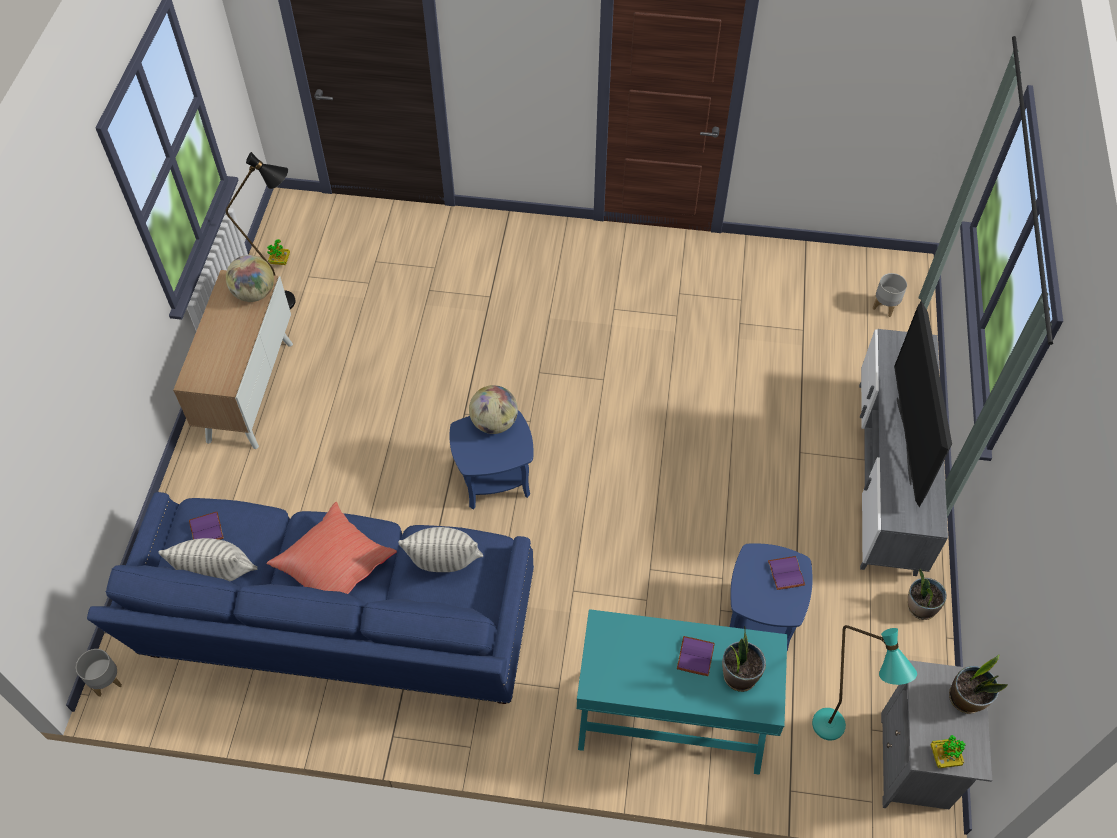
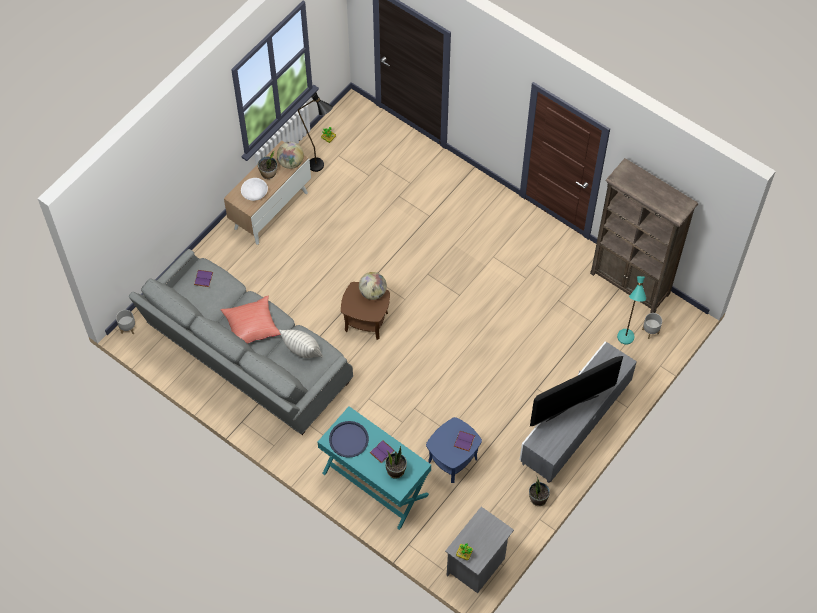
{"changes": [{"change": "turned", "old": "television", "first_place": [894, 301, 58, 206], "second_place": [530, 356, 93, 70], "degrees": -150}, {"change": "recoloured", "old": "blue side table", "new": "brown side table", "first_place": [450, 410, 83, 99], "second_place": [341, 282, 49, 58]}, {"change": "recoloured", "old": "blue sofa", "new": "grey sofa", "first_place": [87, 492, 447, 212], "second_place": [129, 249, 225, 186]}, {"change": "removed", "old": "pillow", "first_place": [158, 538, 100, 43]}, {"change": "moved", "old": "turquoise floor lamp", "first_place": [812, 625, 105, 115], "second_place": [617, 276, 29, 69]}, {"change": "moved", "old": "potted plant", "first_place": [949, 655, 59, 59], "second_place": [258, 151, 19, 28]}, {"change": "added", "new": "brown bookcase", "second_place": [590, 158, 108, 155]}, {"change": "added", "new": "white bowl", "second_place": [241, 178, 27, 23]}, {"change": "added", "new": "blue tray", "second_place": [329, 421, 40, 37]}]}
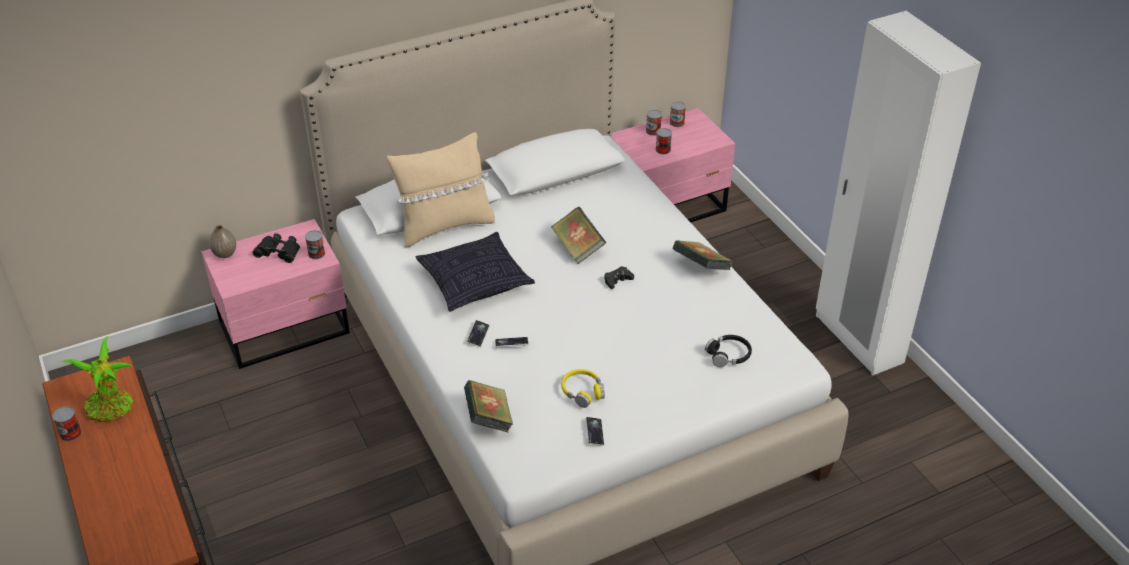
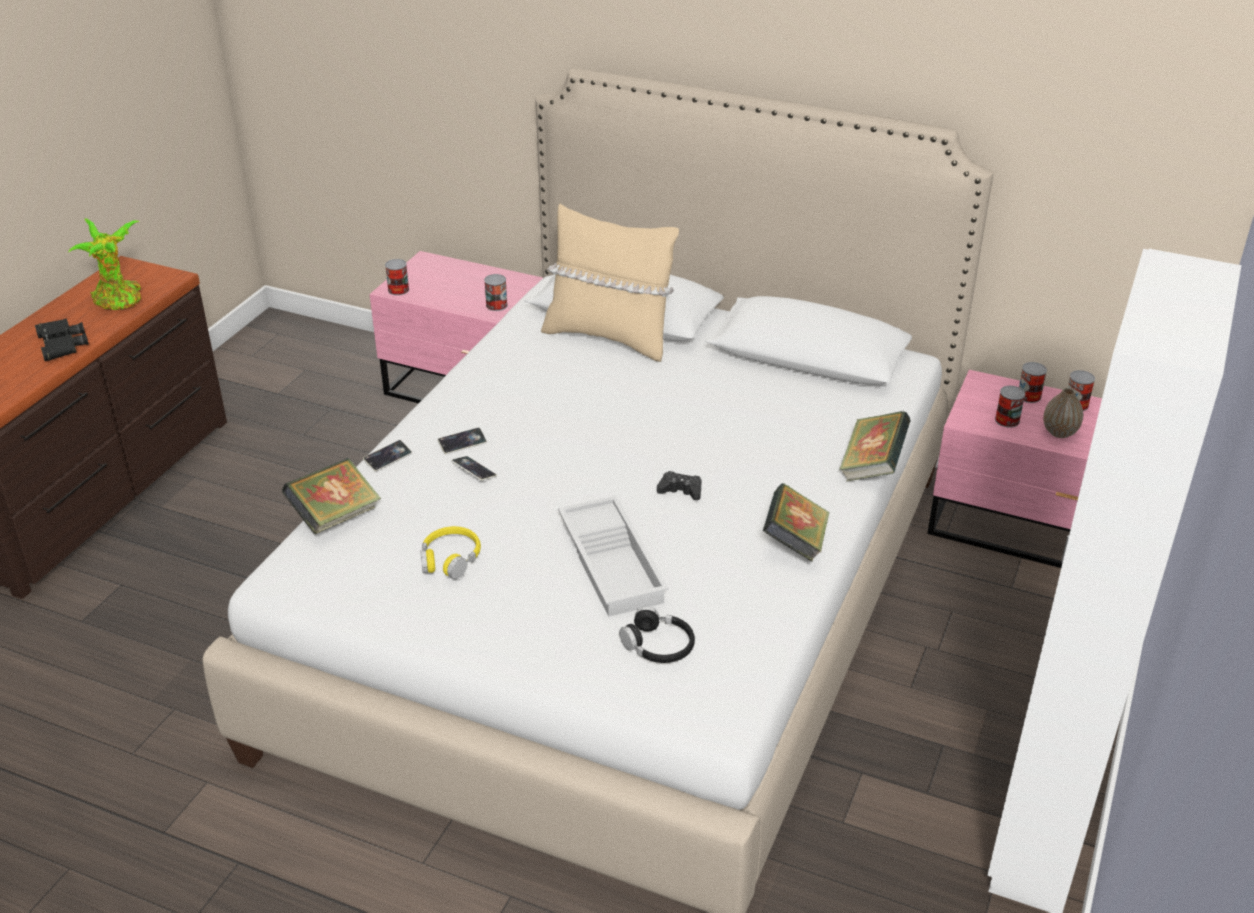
{"changes": [{"change": "moved", "old": "book", "first_place": [551, 207, 55, 57], "second_place": [839, 411, 72, 70]}, {"change": "moved", "old": "vase", "first_place": [209, 225, 27, 33], "second_place": [1043, 388, 40, 50]}, {"change": "removed", "old": "pillow", "first_place": [416, 232, 119, 80]}, {"change": "moved", "old": "black binoculars", "first_place": [252, 233, 48, 30], "second_place": [35, 319, 54, 42]}, {"change": "moved", "old": "can", "first_place": [52, 406, 30, 35], "second_place": [385, 259, 24, 36]}, {"change": "moved", "old": "phone", "first_place": [586, 417, 18, 29], "second_place": [363, 440, 49, 32]}, {"change": "added", "new": "white tray", "second_place": [558, 496, 111, 121]}]}
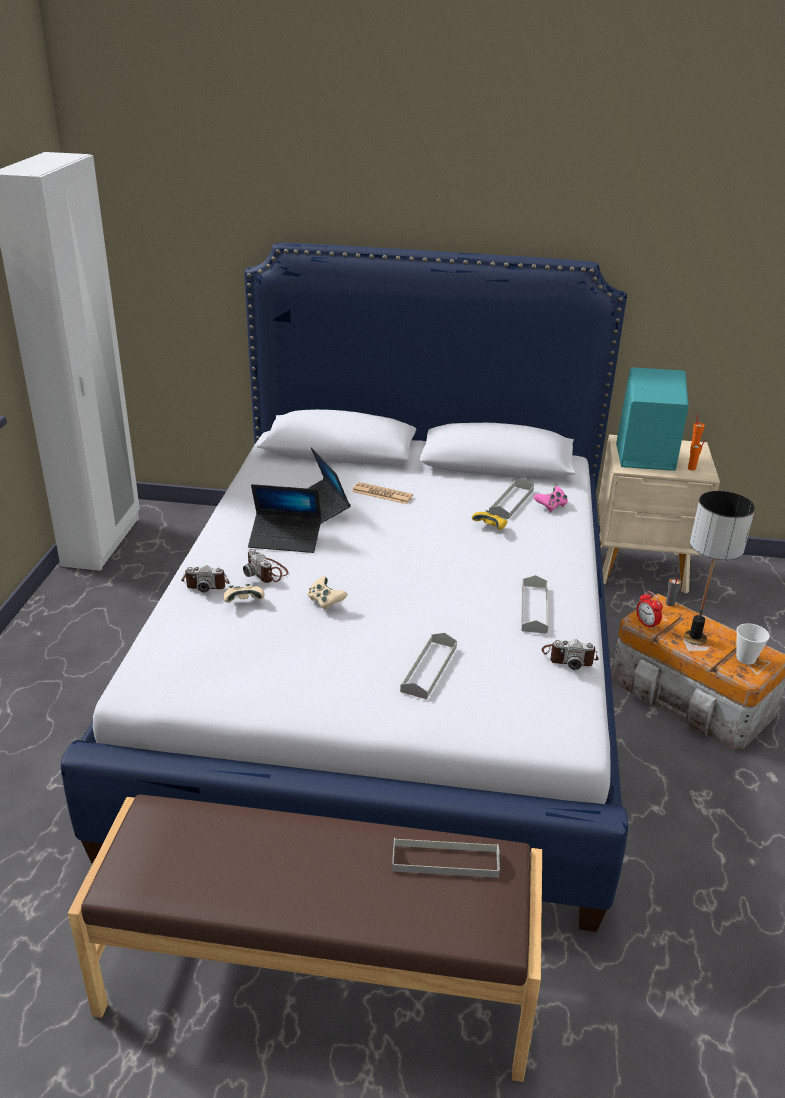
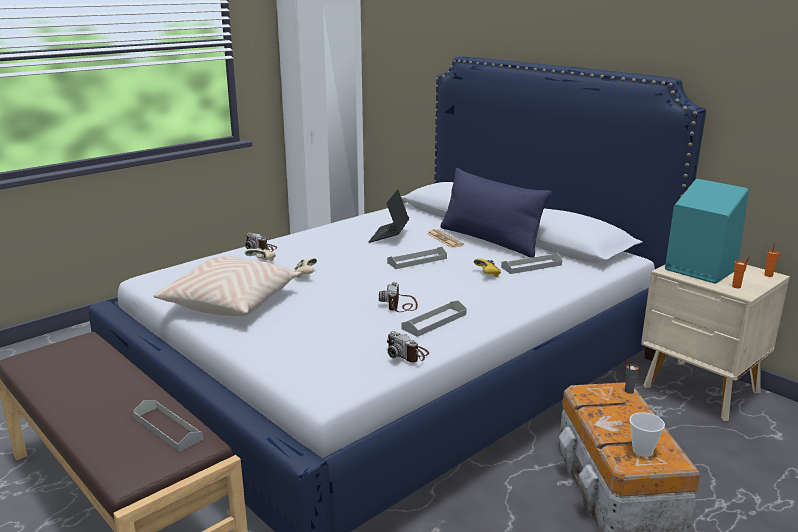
{"changes": [{"change": "removed", "old": "laptop", "first_place": [248, 484, 74, 69]}, {"change": "removed", "old": "pink game controller", "first_place": [534, 486, 34, 26]}, {"change": "removed", "old": "table lamp", "first_place": [684, 491, 71, 154]}, {"change": "moved", "old": "photo camera", "first_place": [243, 549, 46, 34], "second_place": [379, 282, 39, 30]}, {"change": "removed", "old": "alarm clock", "first_place": [637, 591, 26, 39]}, {"change": "moved", "old": "grey tray", "first_place": [400, 633, 57, 66], "second_place": [387, 247, 60, 22]}, {"change": "added", "new": "blue pillow", "second_place": [440, 168, 112, 90]}, {"change": "added", "new": "beige pillow", "second_place": [154, 256, 147, 60]}]}
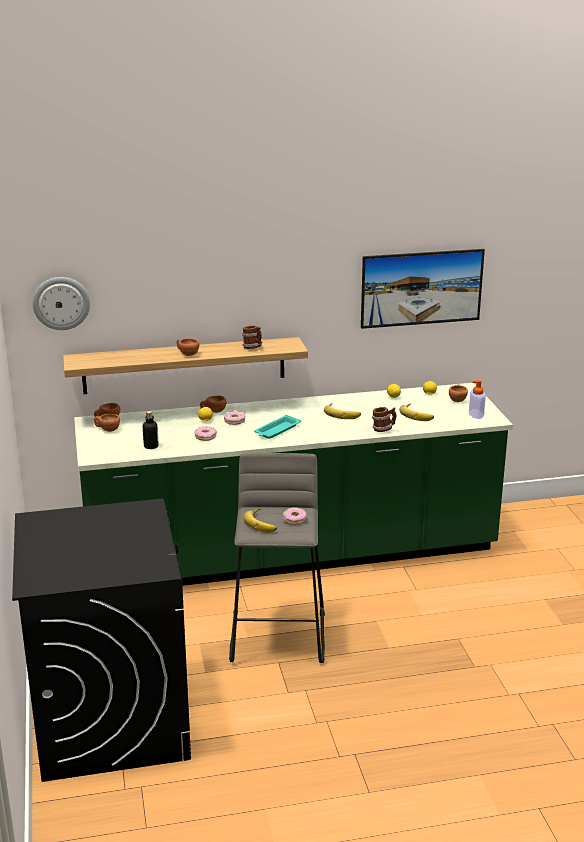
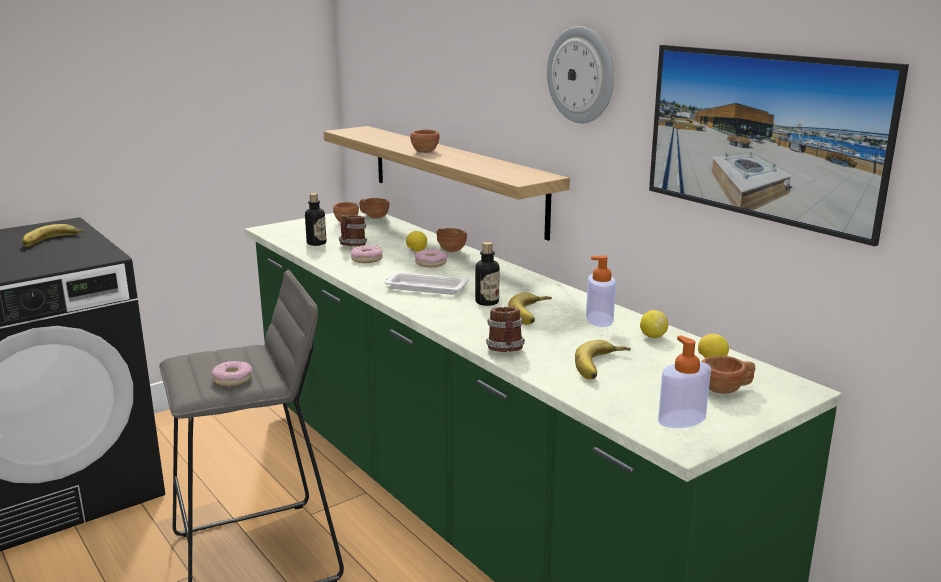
{"changes": [{"change": "moved", "old": "wall clock", "first_place": [32, 277, 58, 53], "second_place": [547, 26, 67, 97]}, {"change": "moved", "old": "mug", "first_place": [242, 325, 20, 24], "second_place": [339, 215, 28, 31]}, {"change": "recoloured", "old": "turquoise tray", "new": "white tray", "first_place": [254, 415, 47, 24], "second_place": [385, 272, 84, 23]}, {"change": "moved", "old": "banana", "first_place": [243, 508, 34, 25], "second_place": [22, 224, 63, 23]}, {"change": "added", "new": "bottle", "second_place": [475, 242, 25, 64]}, {"change": "added", "new": "soap dispenser", "second_place": [586, 255, 30, 72]}]}
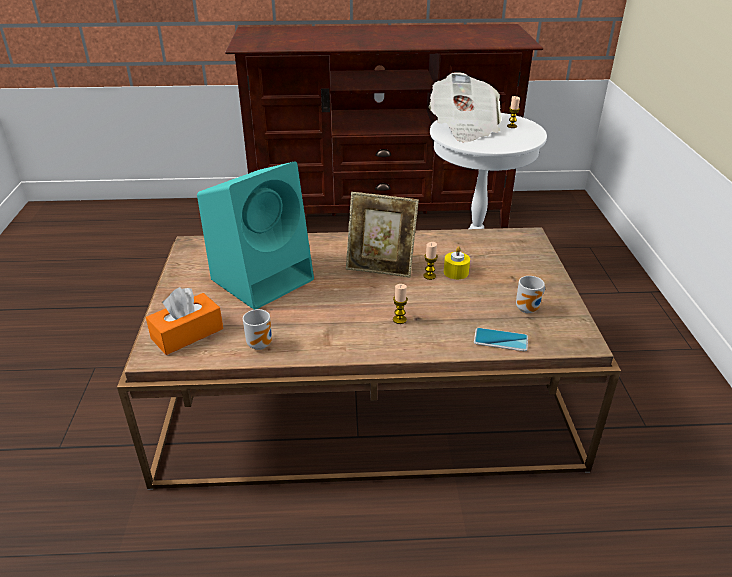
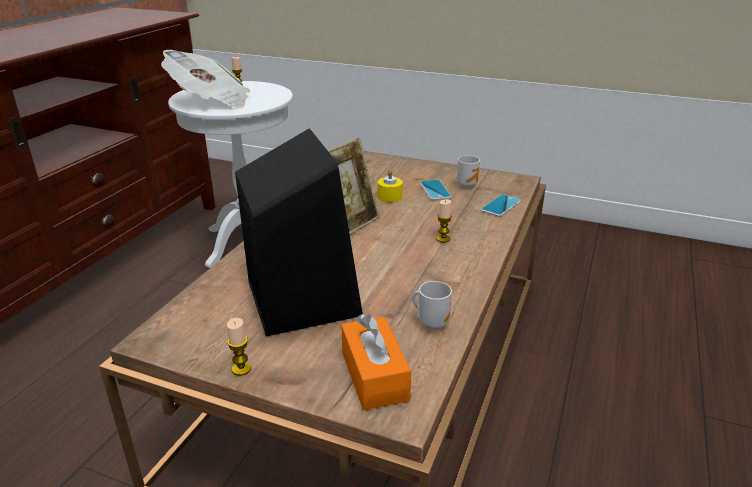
{"changes": [{"change": "recoloured", "old": "turquoise speaker", "new": "black speaker", "first_place": [197, 161, 117, 149], "second_place": [235, 128, 128, 208]}, {"change": "moved", "old": "candle", "first_place": [423, 242, 15, 38], "second_place": [227, 318, 24, 58]}, {"change": "added", "new": "phone", "second_place": [420, 180, 32, 20]}]}
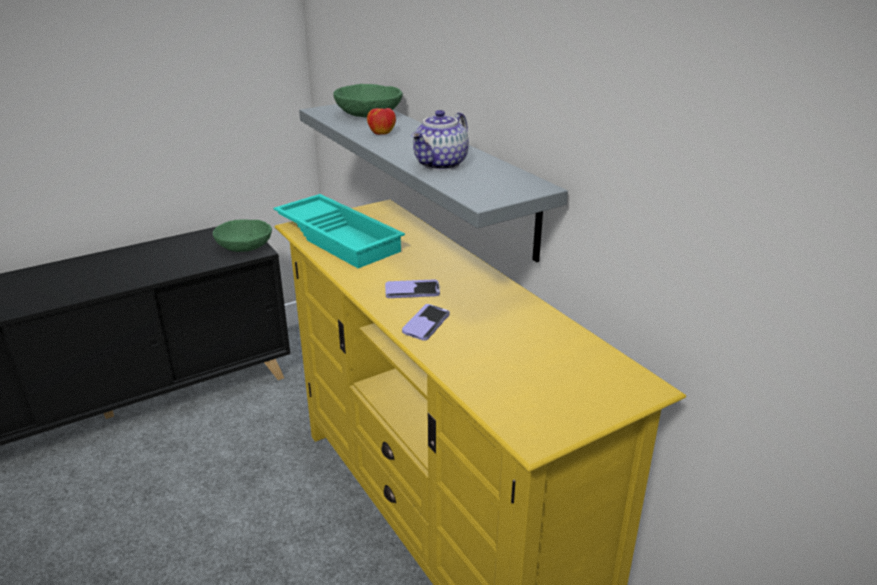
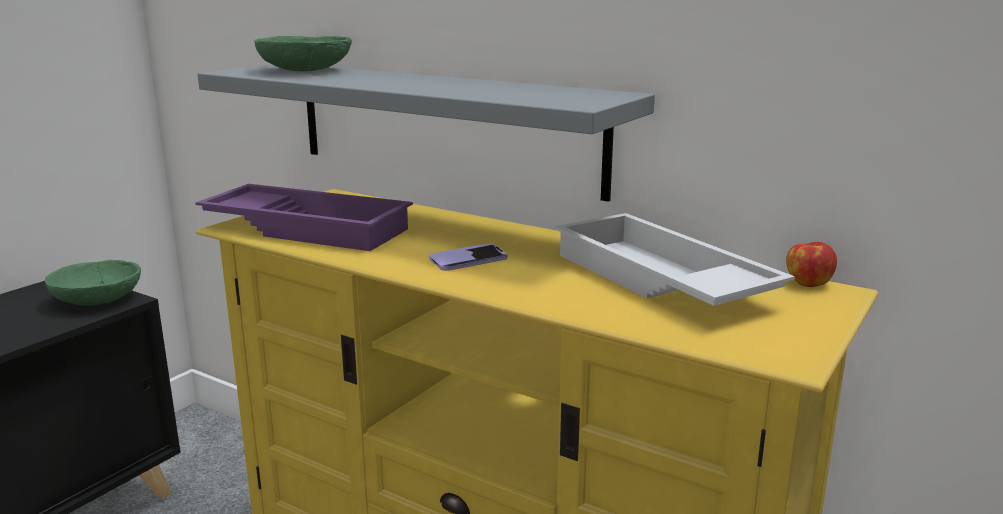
{"changes": [{"change": "moved", "old": "apple", "first_place": [367, 108, 29, 27], "second_place": [786, 242, 51, 45]}, {"change": "removed", "old": "teapot", "first_place": [411, 110, 58, 61]}, {"change": "recoloured", "old": "turquoise tray", "new": "purple tray", "first_place": [273, 194, 132, 74], "second_place": [195, 184, 218, 67]}, {"change": "removed", "old": "phone", "first_place": [402, 304, 48, 37]}, {"change": "added", "new": "white tray", "second_place": [554, 213, 241, 93]}]}
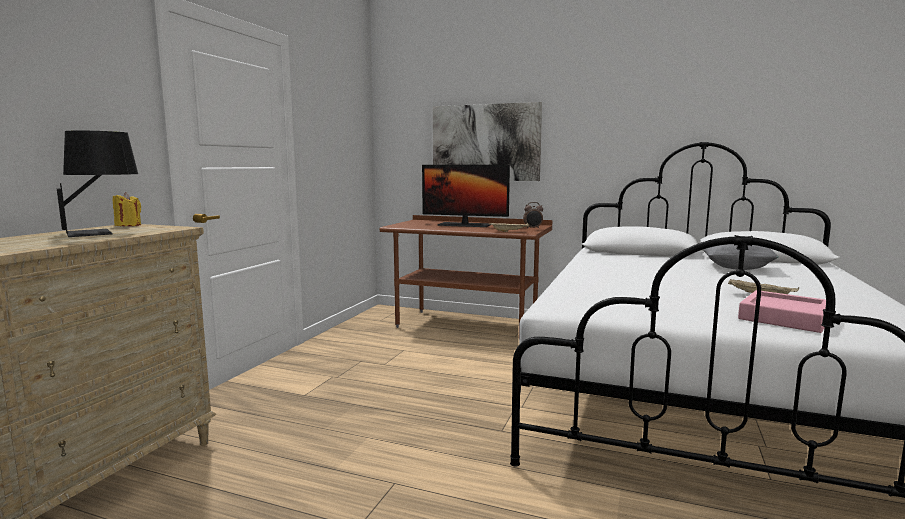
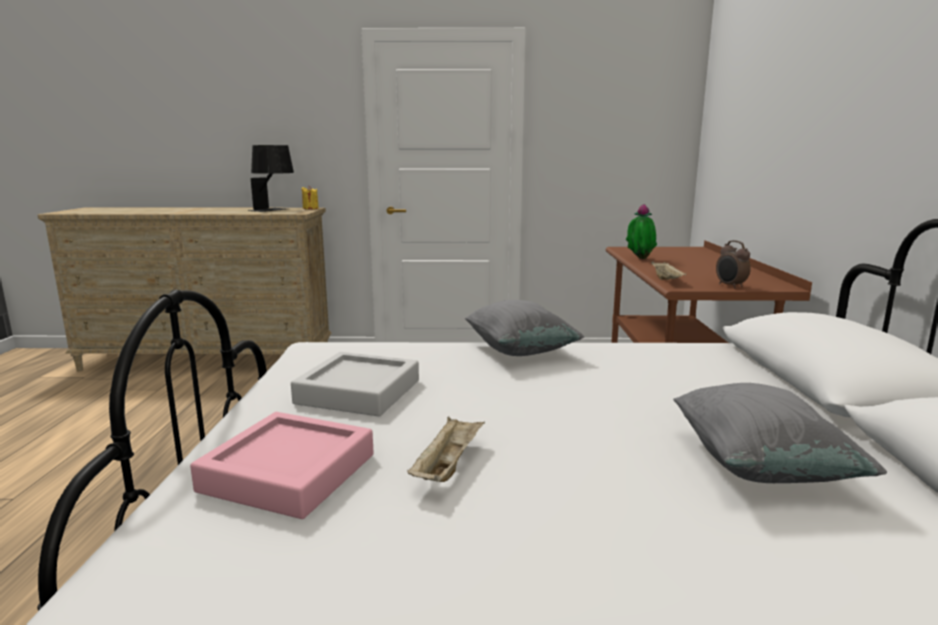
{"changes": [{"change": "removed", "old": "picture", "first_place": [433, 102, 109, 79]}, {"change": "removed", "old": "monitor", "first_place": [422, 165, 88, 62]}, {"change": "added", "new": "potted plant", "second_place": [626, 204, 31, 55]}, {"change": "added", "new": "grey pillow", "second_place": [465, 300, 119, 56]}, {"change": "added", "new": "grey tray", "second_place": [291, 352, 128, 64]}]}
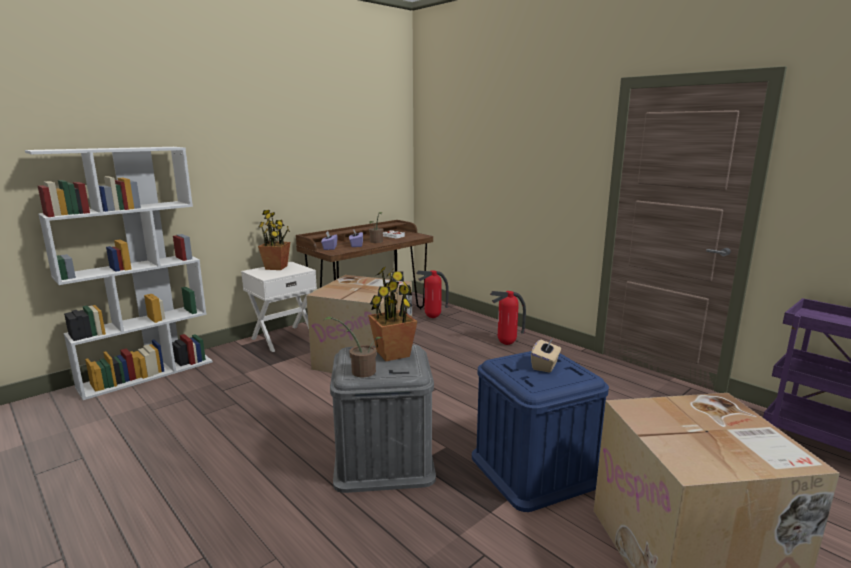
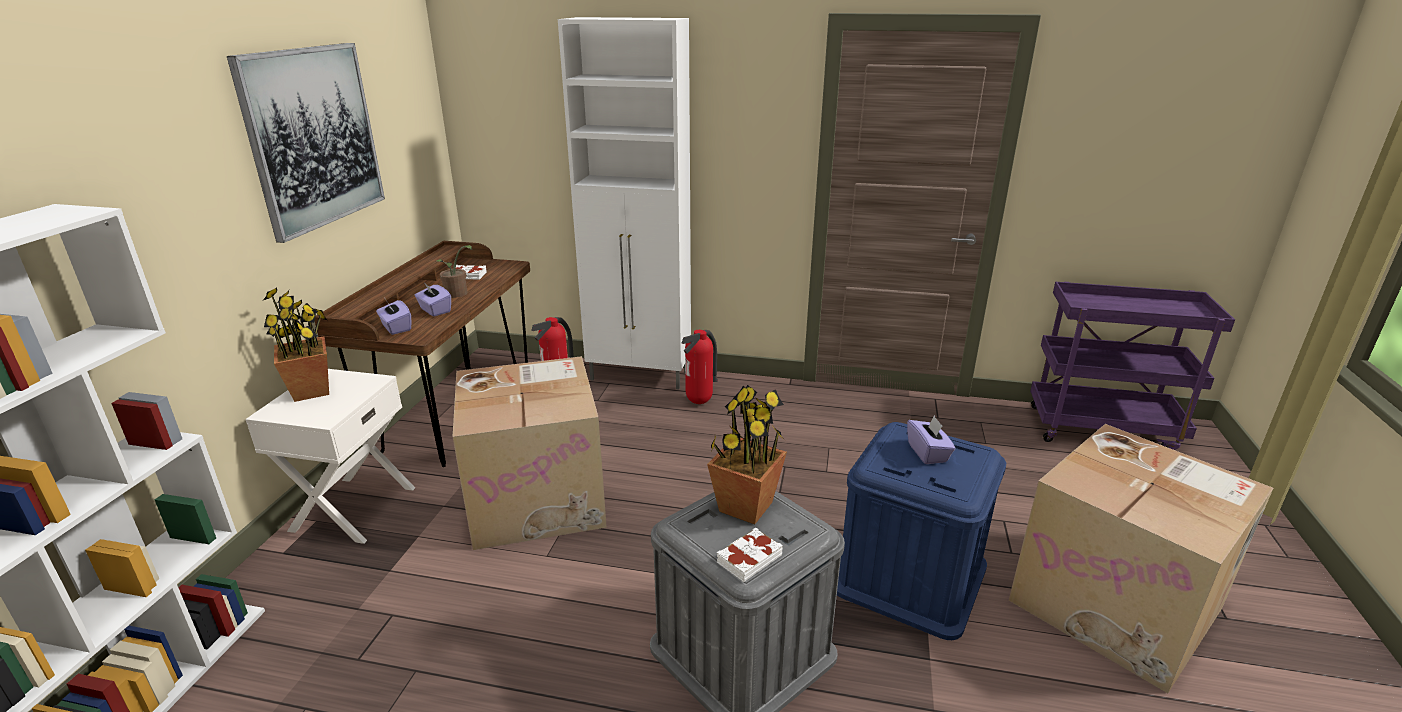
{"changes": [{"change": "replaced", "old": "potted plant", "new": "white book", "first_place": [324, 317, 58, 60], "second_place": [717, 527, 66, 55]}, {"change": "recoloured", "old": "beige tissue box", "new": "purple tissue box", "first_place": [531, 337, 30, 36], "second_place": [907, 415, 48, 49]}, {"change": "added", "new": "white cabinet", "second_place": [558, 17, 133, 373]}, {"change": "added", "new": "picture", "second_place": [227, 43, 158, 200]}]}
